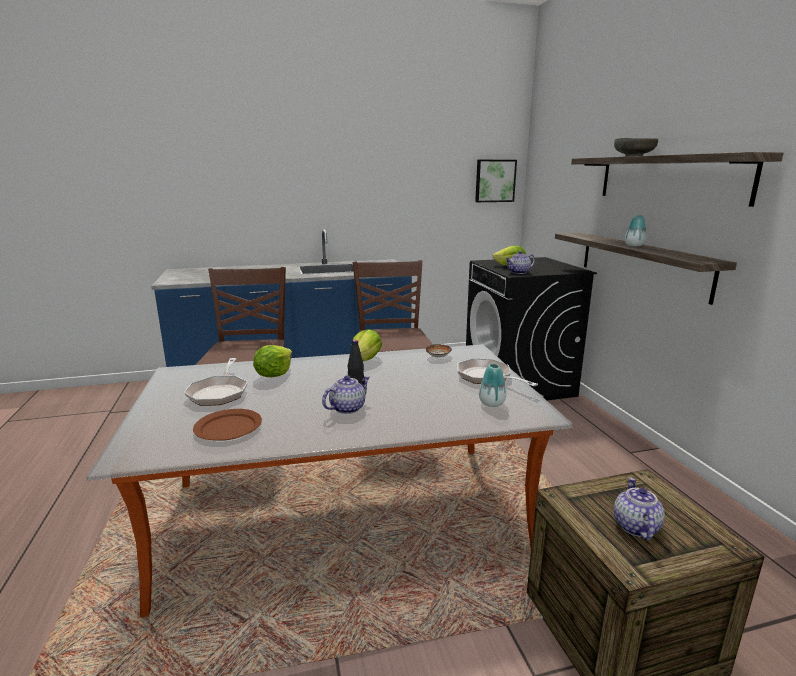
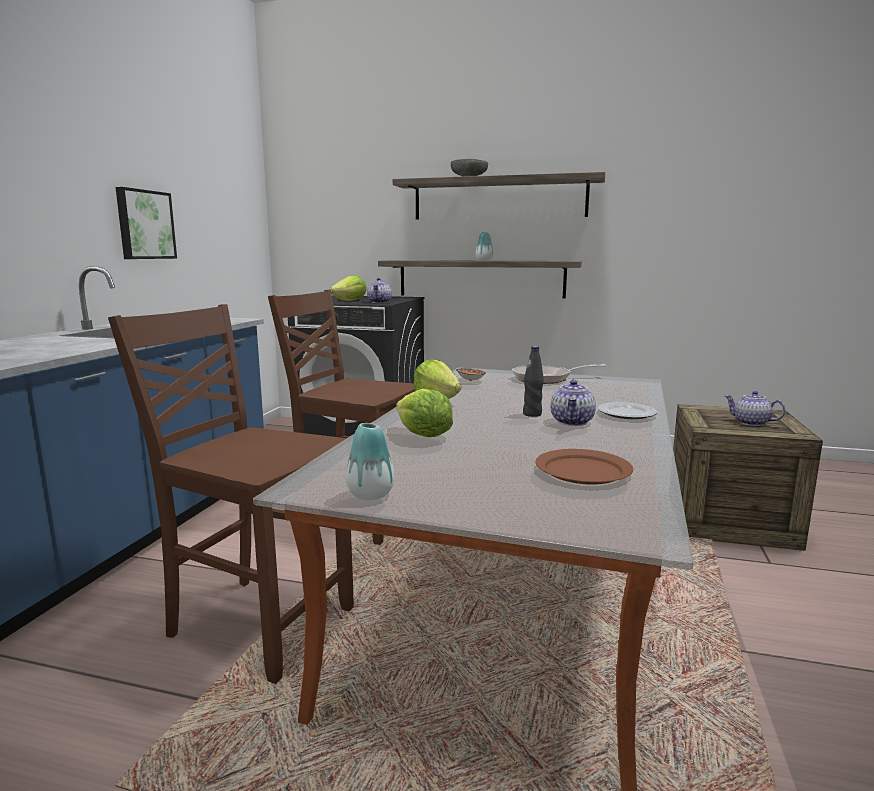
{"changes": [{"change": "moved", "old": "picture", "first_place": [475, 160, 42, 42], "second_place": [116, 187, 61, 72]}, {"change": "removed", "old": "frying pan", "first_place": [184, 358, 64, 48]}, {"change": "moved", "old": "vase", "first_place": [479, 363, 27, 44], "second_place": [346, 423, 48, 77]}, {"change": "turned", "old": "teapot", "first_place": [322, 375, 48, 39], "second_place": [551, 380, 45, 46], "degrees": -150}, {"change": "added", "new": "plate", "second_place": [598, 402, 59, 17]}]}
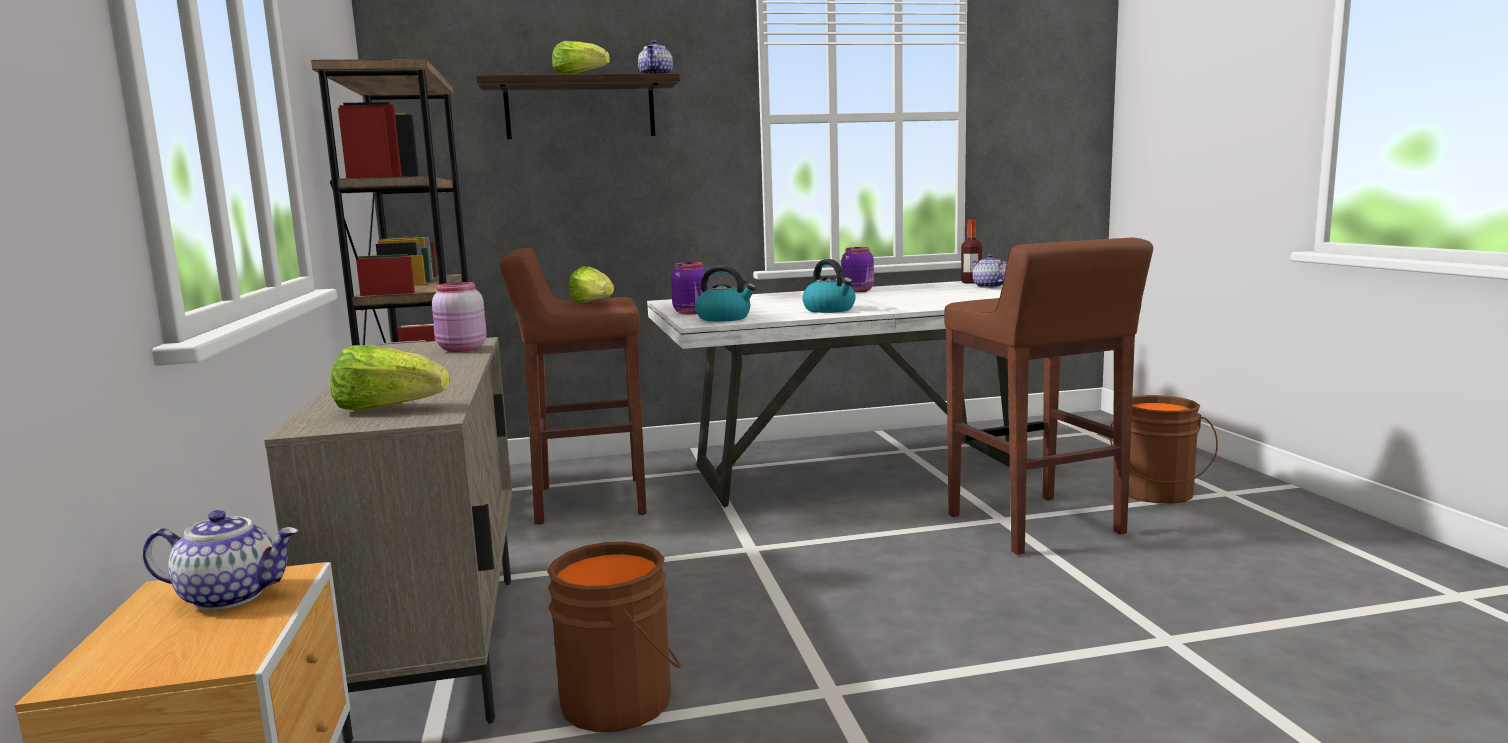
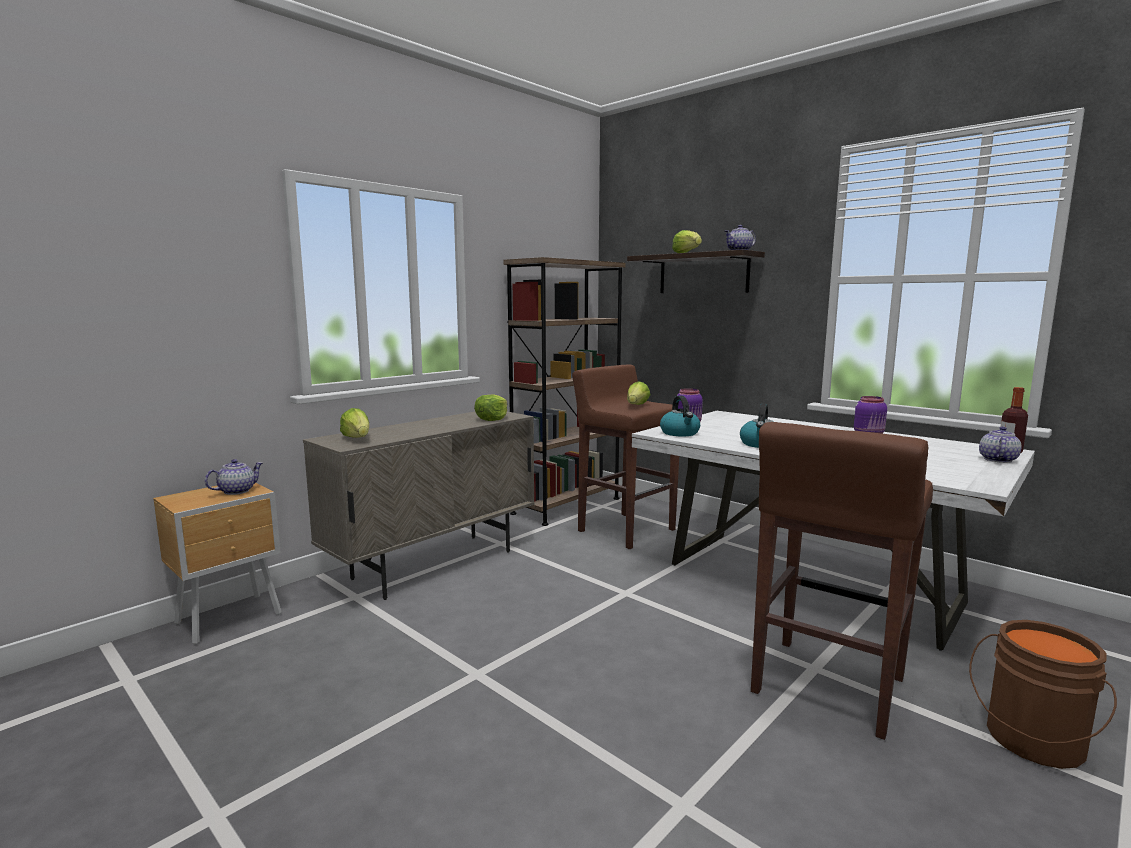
{"changes": [{"change": "replaced", "old": "pink jar", "new": "lettuce", "first_place": [432, 282, 54, 70], "second_place": [474, 394, 33, 27]}, {"change": "turned", "old": "teapot", "first_place": [143, 510, 155, 100], "second_place": [205, 459, 58, 36], "degrees": -105}, {"change": "removed", "old": "brown bucket", "first_place": [547, 542, 134, 190]}]}
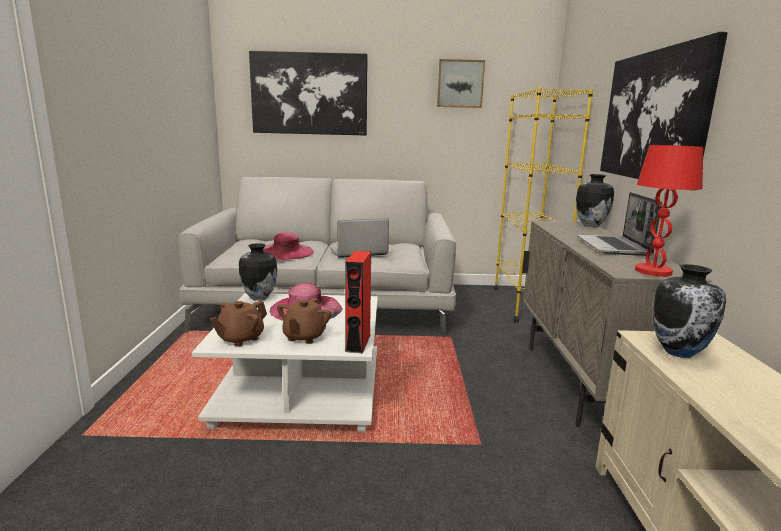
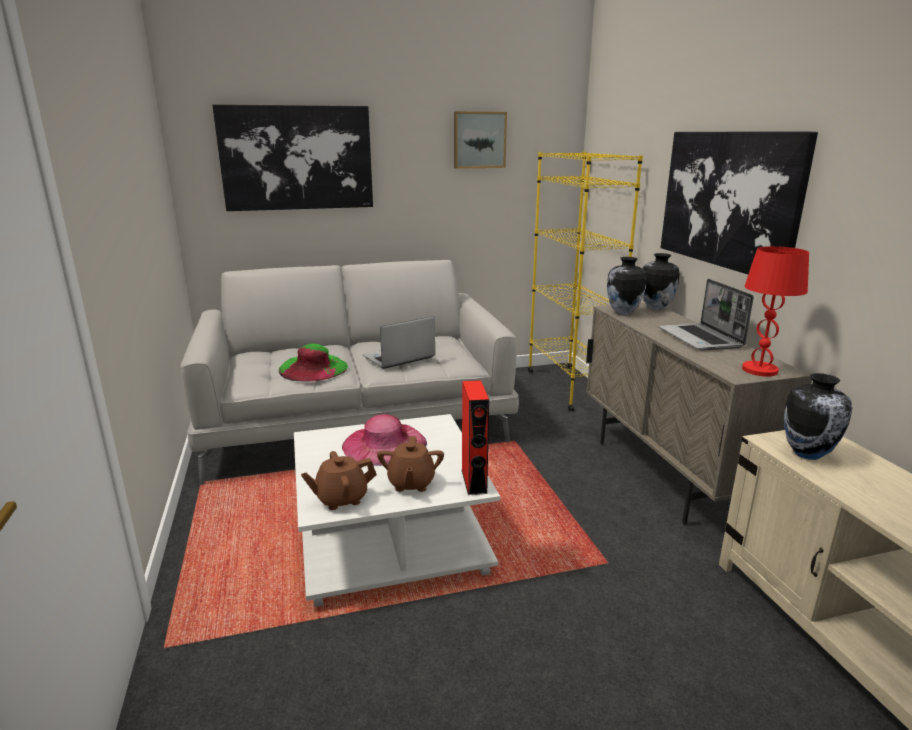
{"changes": [{"change": "recoloured", "old": "pink hat", "new": "green hat", "first_place": [263, 232, 51, 28], "second_place": [279, 344, 69, 38]}, {"change": "moved", "old": "vase", "first_place": [239, 243, 38, 58], "second_place": [607, 257, 40, 58]}, {"change": "turned", "old": "brown teapot", "first_place": [210, 301, 57, 46], "second_place": [301, 451, 76, 59], "degrees": 45}]}
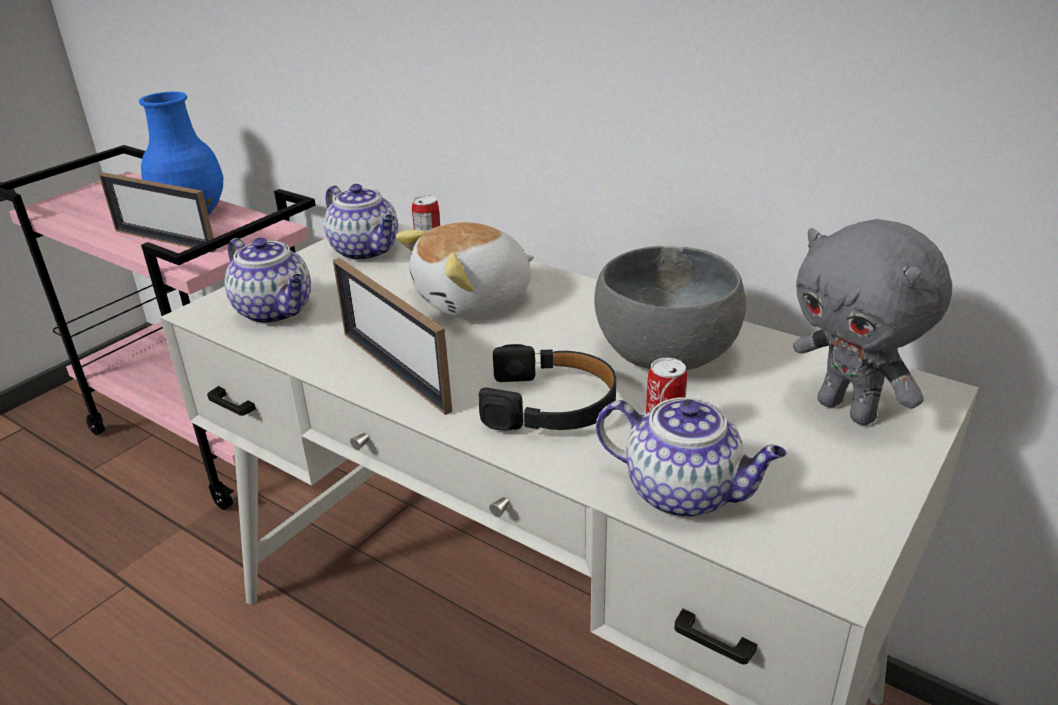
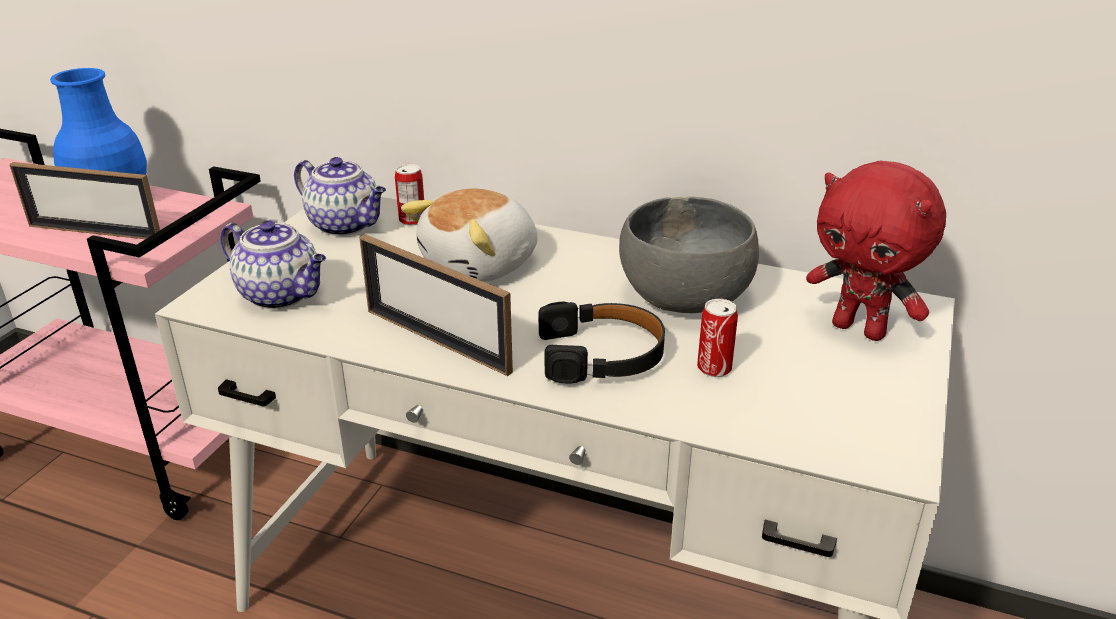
{"changes": [{"change": "recoloured", "old": "grey plush toy", "new": "red plush toy", "first_place": [793, 219, 159, 206], "second_place": [806, 161, 140, 180]}, {"change": "removed", "old": "teapot", "first_place": [596, 397, 191, 121]}]}
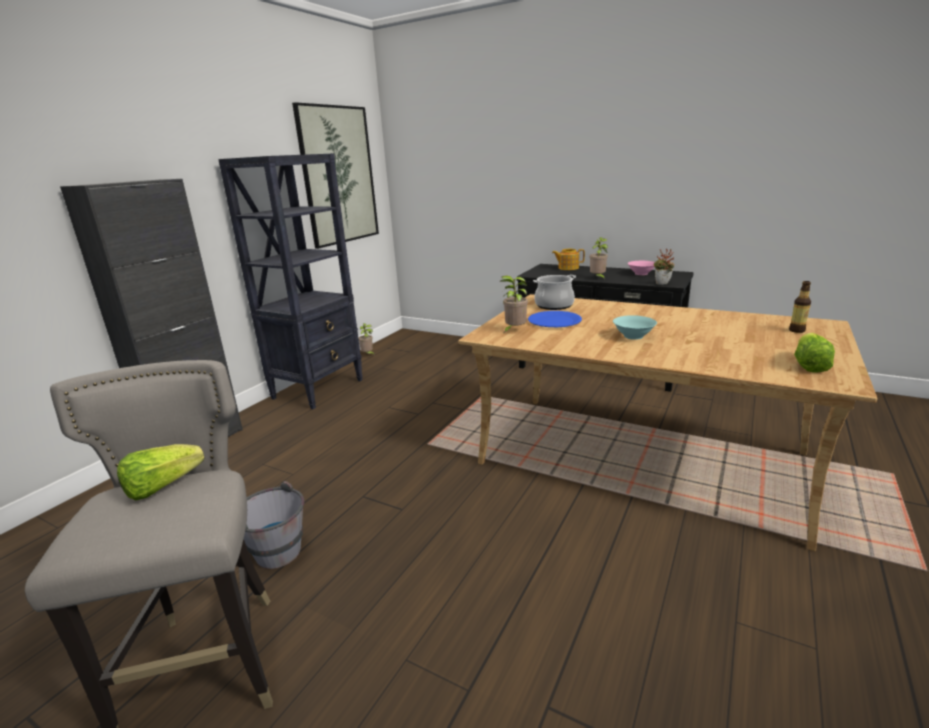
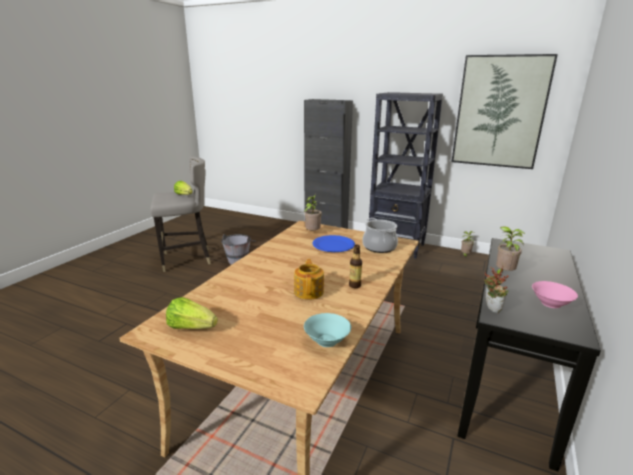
{"changes": [{"change": "moved", "old": "teapot", "first_place": [552, 249, 33, 21], "second_place": [294, 259, 30, 41]}, {"change": "moved", "old": "bottle", "first_place": [789, 281, 22, 52], "second_place": [349, 245, 13, 43]}, {"change": "moved", "old": "turquoise bowl", "first_place": [613, 315, 44, 25], "second_place": [304, 313, 47, 34]}]}
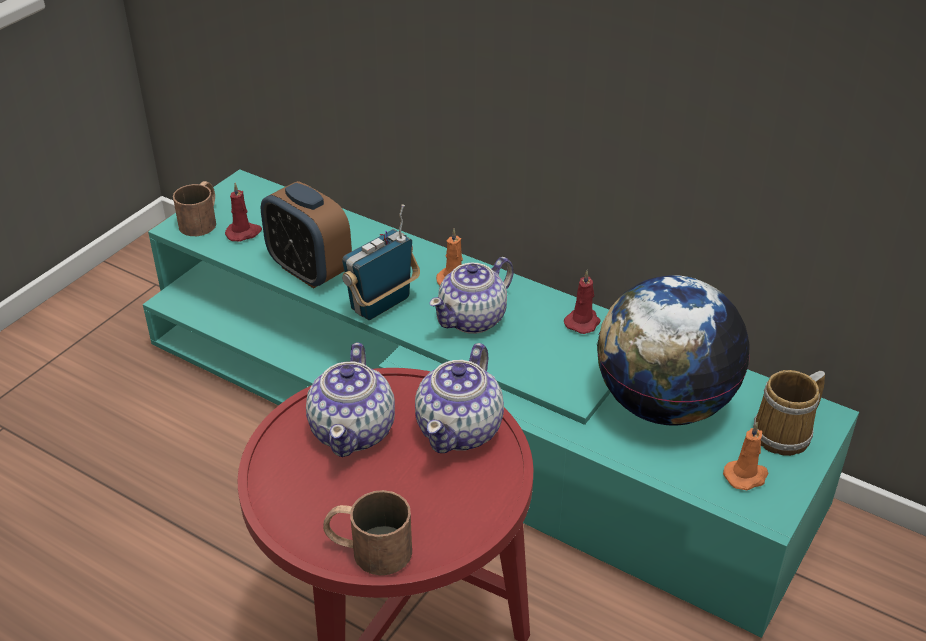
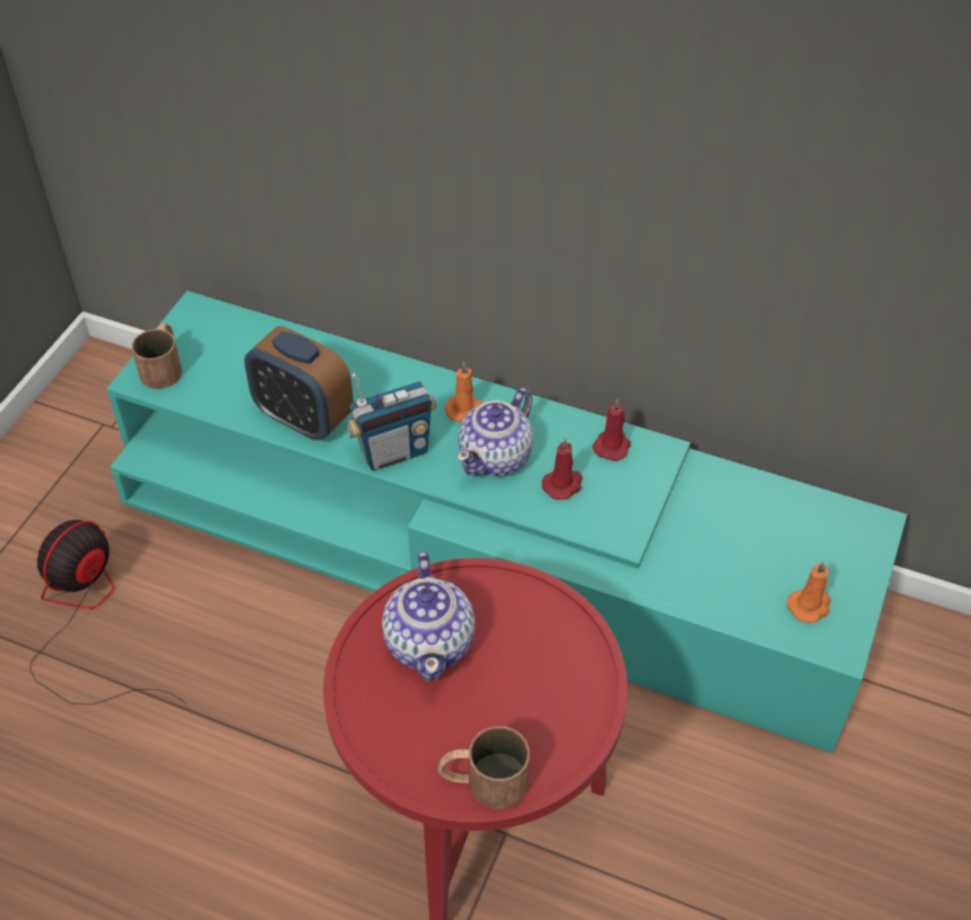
{"changes": [{"change": "moved", "old": "red candle", "first_place": [225, 183, 37, 59], "second_place": [542, 438, 41, 62]}, {"change": "turned", "old": "radio", "first_place": [342, 204, 78, 116], "second_place": [347, 373, 89, 98], "degrees": -150}, {"change": "removed", "old": "globe", "first_place": [597, 275, 153, 151]}, {"change": "removed", "old": "teapot", "first_place": [415, 343, 89, 110]}, {"change": "removed", "old": "mug", "first_place": [753, 370, 72, 86]}, {"change": "added", "new": "fan", "second_place": [30, 520, 157, 185]}]}
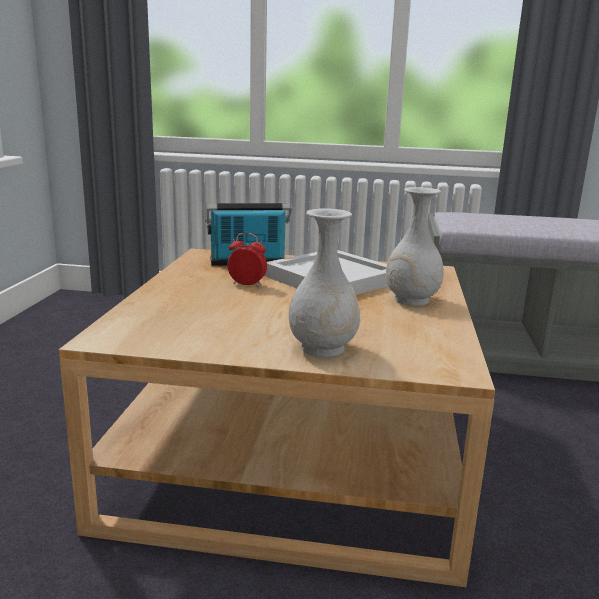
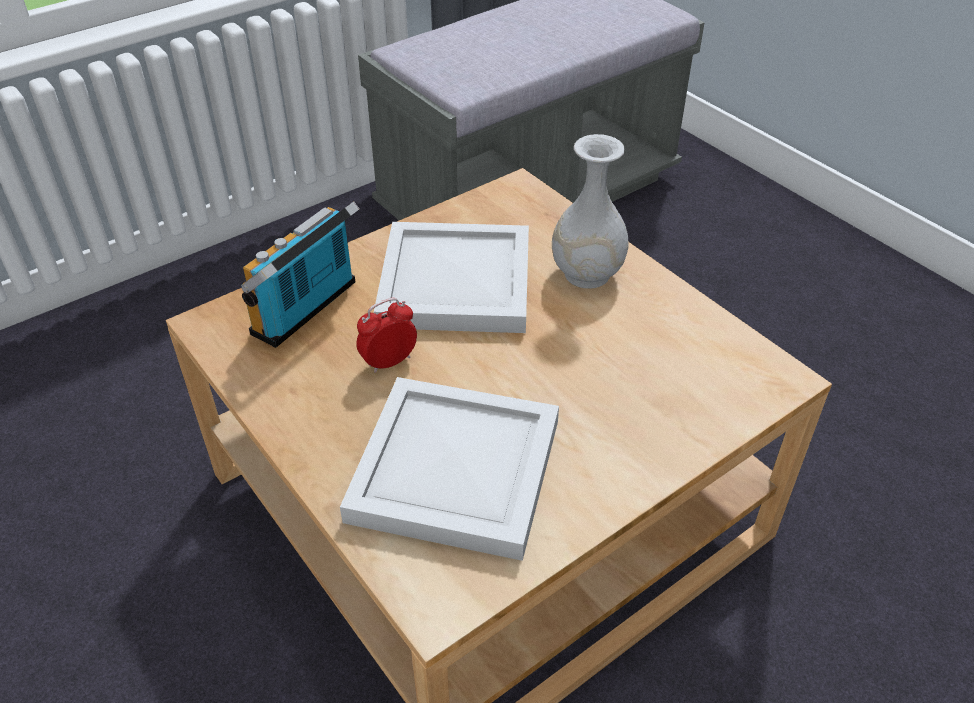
{"changes": [{"change": "removed", "old": "white vase", "first_place": [289, 208, 71, 149]}, {"change": "added", "new": "white tray", "second_place": [340, 377, 219, 184]}]}
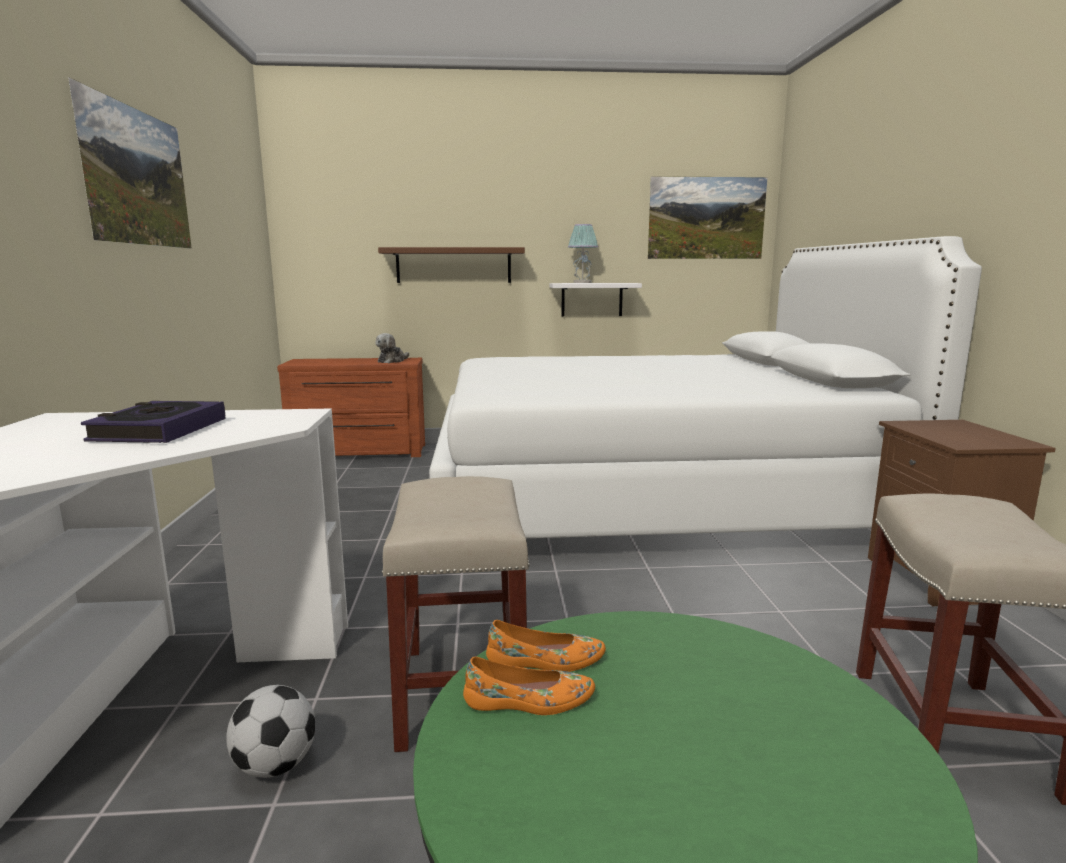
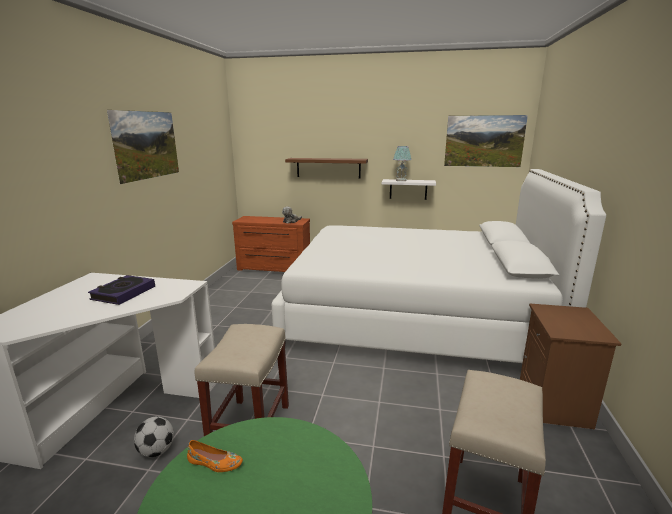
{"changes": [{"change": "removed", "old": "orange shoe", "first_place": [486, 620, 120, 52]}]}
